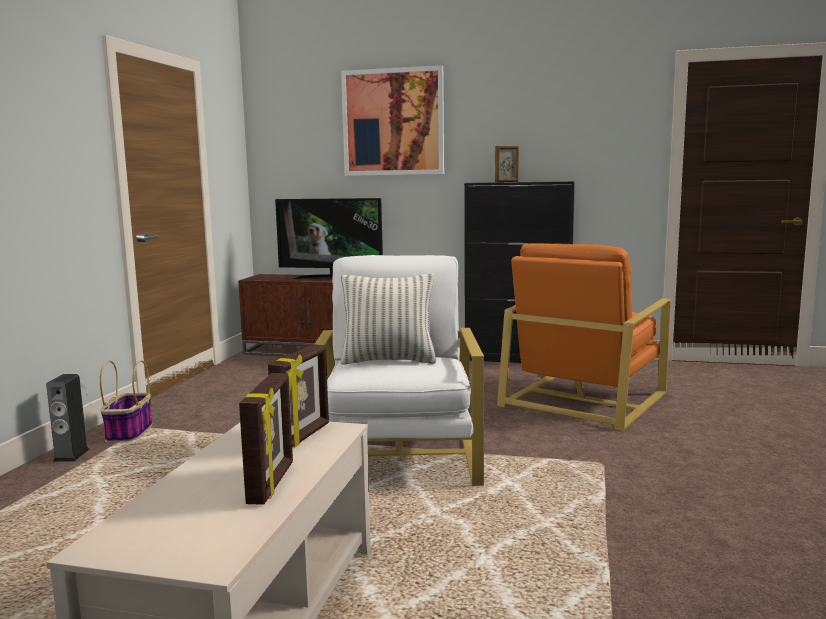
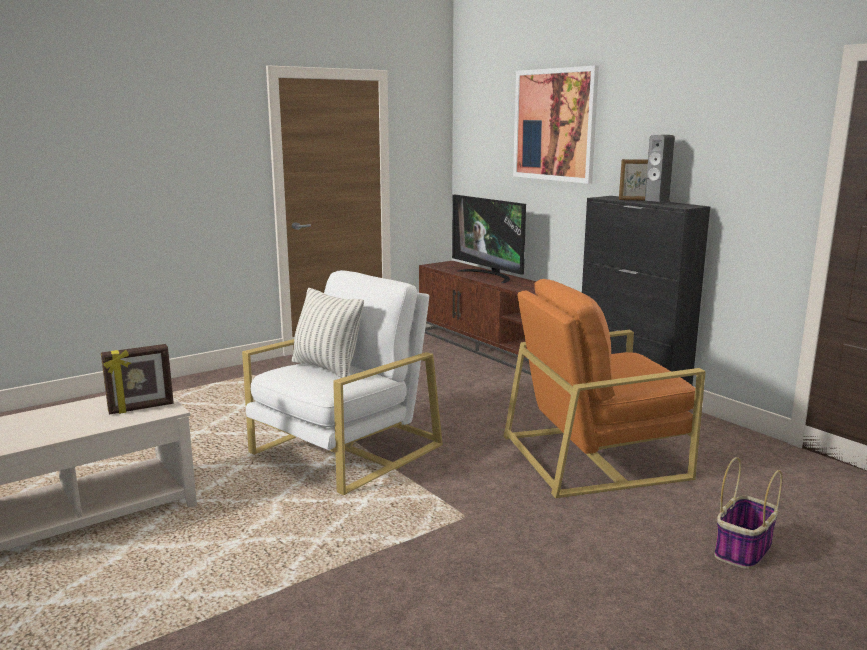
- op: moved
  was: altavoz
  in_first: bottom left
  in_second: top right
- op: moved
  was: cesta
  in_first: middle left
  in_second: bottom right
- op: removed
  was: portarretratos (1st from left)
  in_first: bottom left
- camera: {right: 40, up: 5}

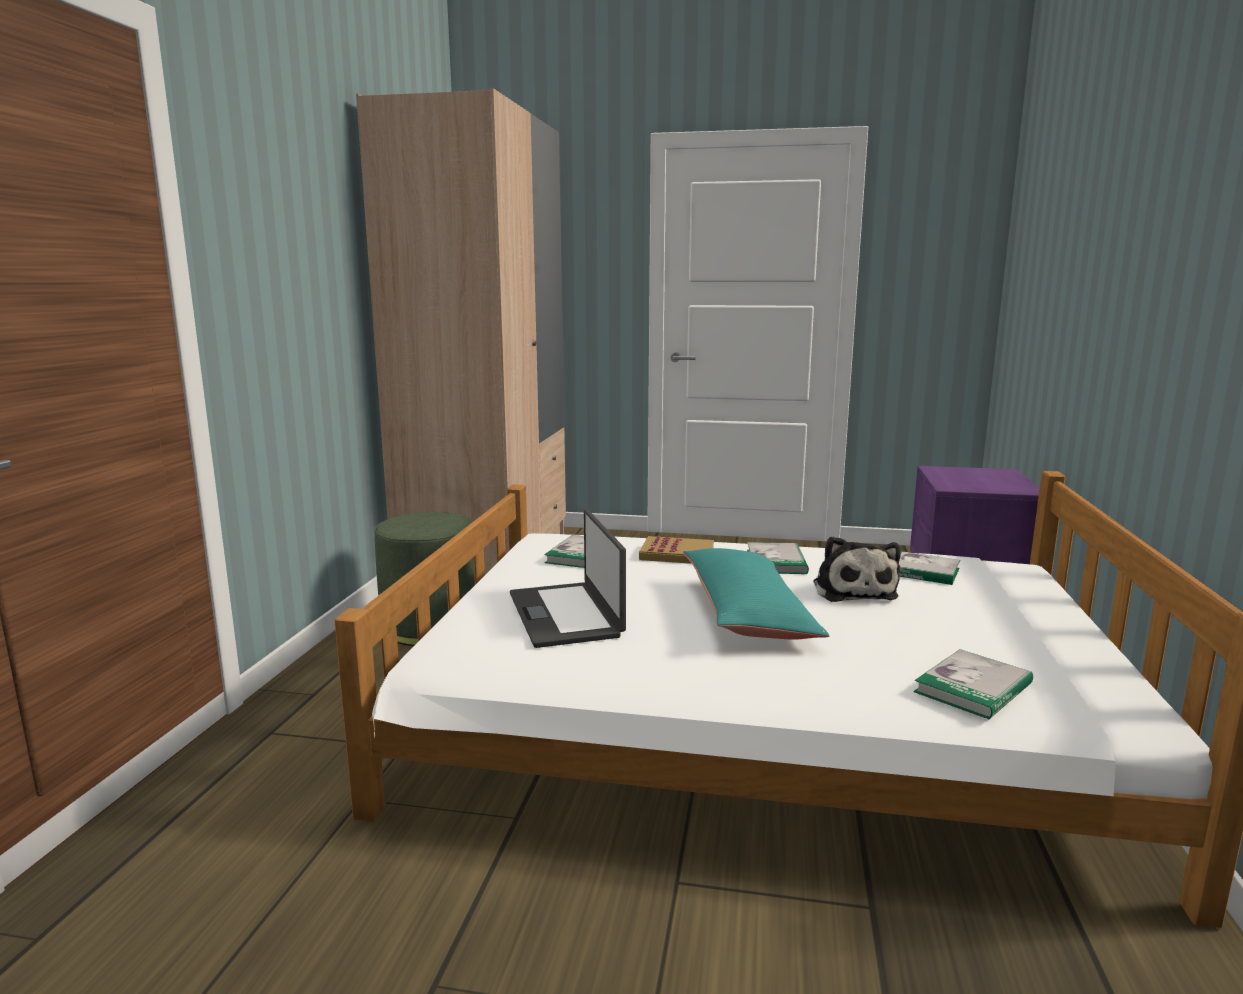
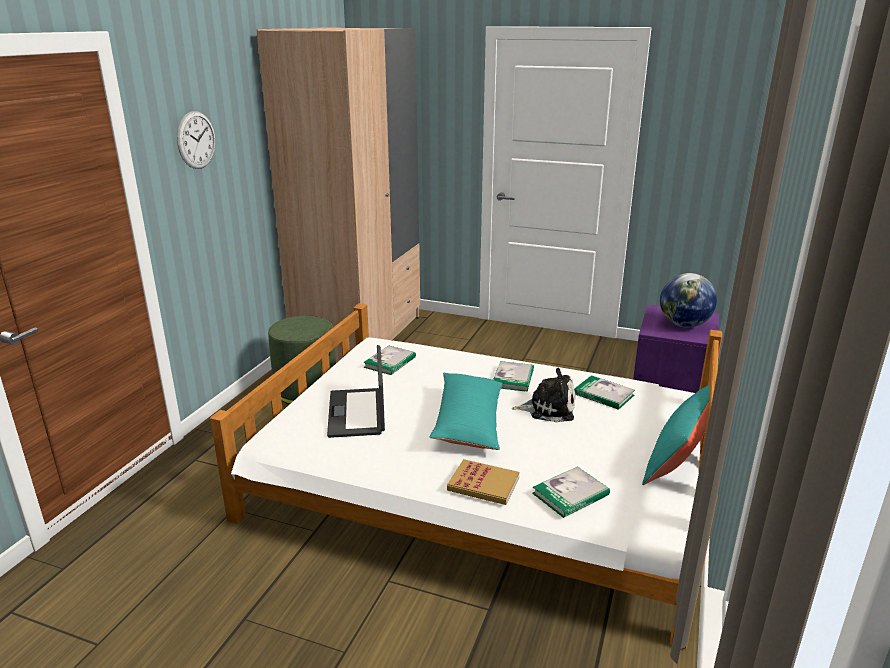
- op: added
  now: reloj de pared
  in_second: top left
- op: moved
  was: libro (2nd from left)
  in_first: centre
  in_second: bottom centre
- op: turned
  was: peluche
  in_first: middle right
  in_second: centre
  clockwise: -90
- op: added
  now: cojín [turquesa] (2nd from left)
  in_second: middle right
- op: added
  now: globo terráqueo
  in_second: middle right
- camera: {right: 10, up: 10}

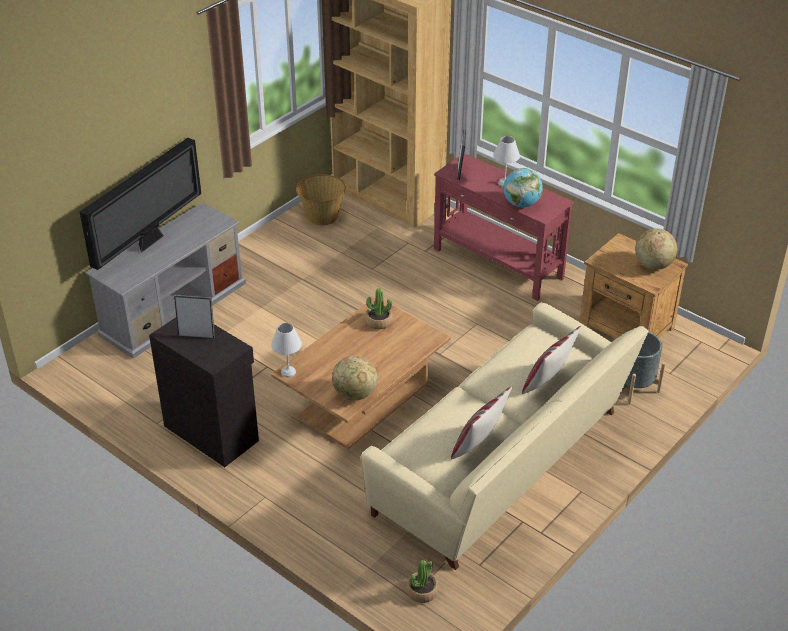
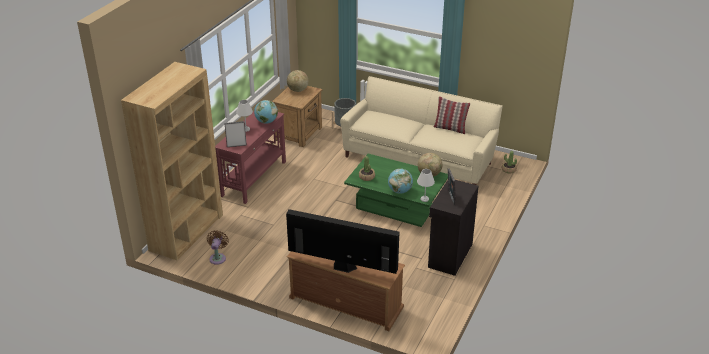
- op: replaced
  was: cesta
  now: ventilador [marrón]
  in_first: top centre
  in_second: bottom left
- op: recoloured
  was: mueble de televisión [gris]
  now: mueble de televisión [marrón]
  in_first: middle left
  in_second: bottom centre
- op: recoloured
  was: mesa de centro [marrón]
  now: mesa de centro [verde]
  in_first: centre
  in_second: centre
- op: added
  now: globo terráqueo (3rd from left)
  in_second: centre
- op: removed
  was: cojín (2nd from left)
  in_first: middle right
- camera: {right: -105, up: -5}

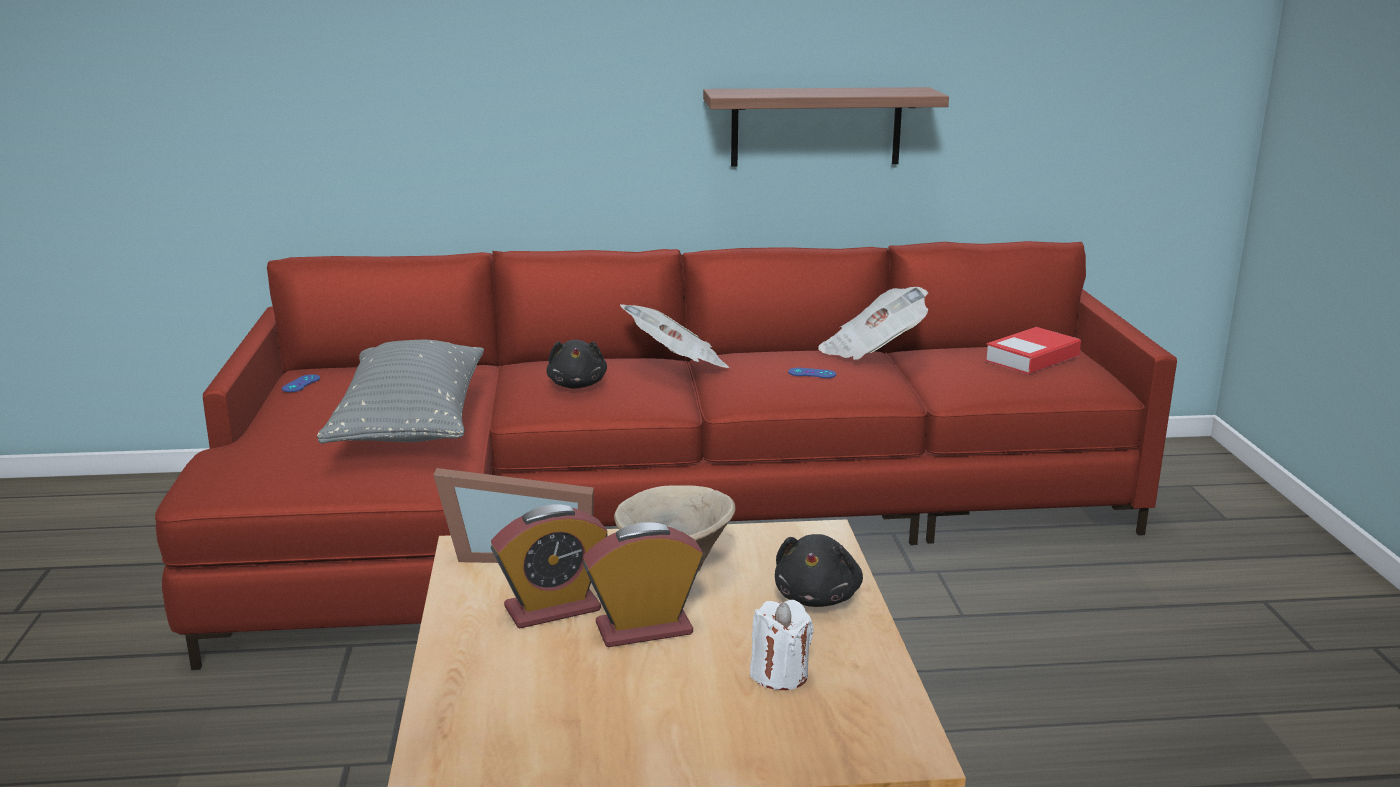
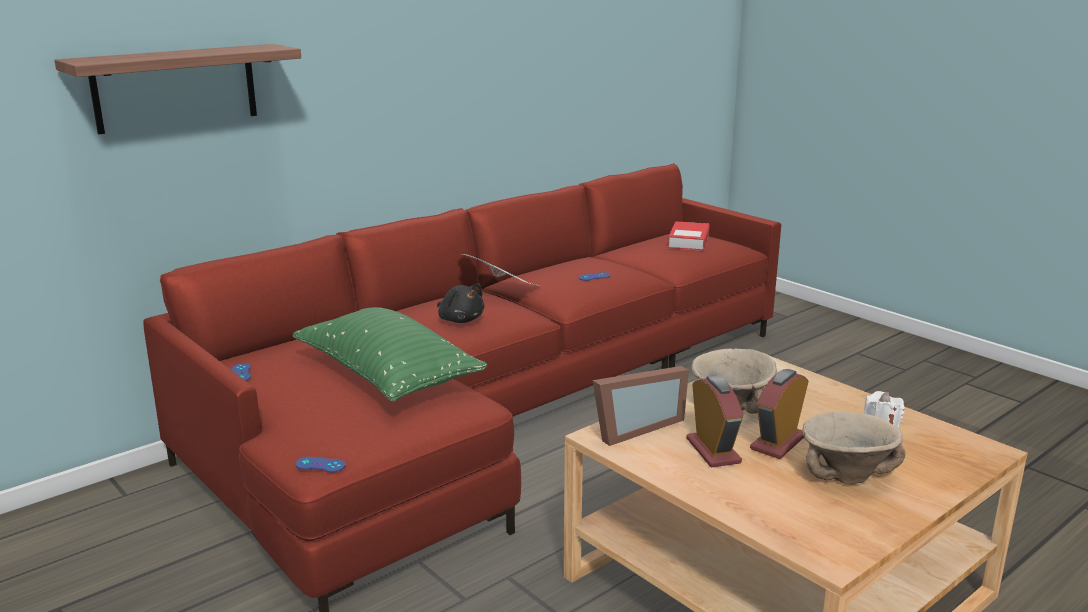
- op: moved
  was: estante
  in_first: top centre
  in_second: top left
- op: recoloured
  was: cojín [gris]
  now: cojín [verde]
  in_first: middle left
  in_second: centre
- op: added
  now: mando de consola [azul] (2nd from left)
  in_second: bottom left
- op: turned
  was: despertador (1st from left)
  in_first: bottom centre
  in_second: bottom centre
  clockwise: -45
- op: added
  now: cuenco [beis] (2nd from left)
  in_second: bottom right
- op: removed
  was: peluche [negro] (2nd from left)
  in_first: bottom centre
- op: removed
  was: periódico (2nd from left)
  in_first: centre
- camera: {right: -35, up: 0}

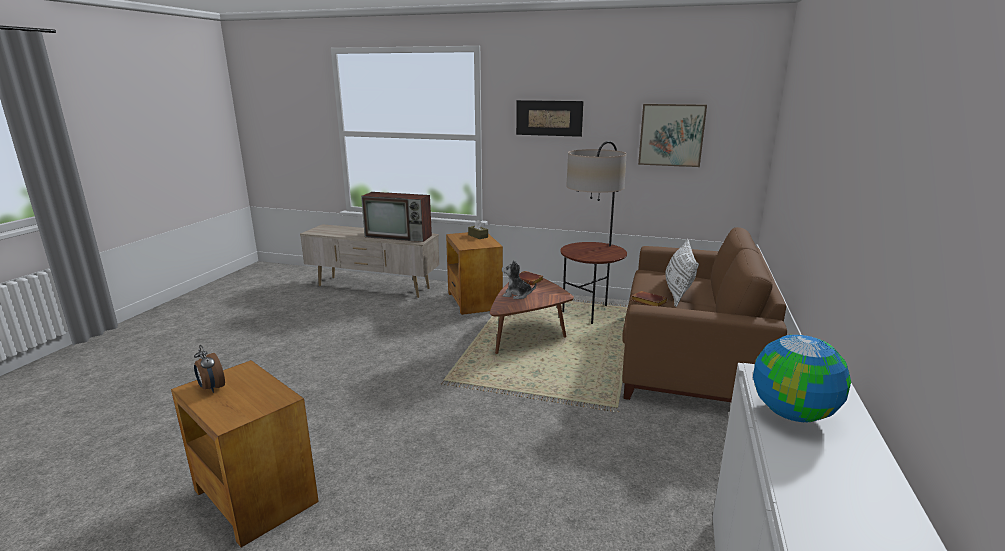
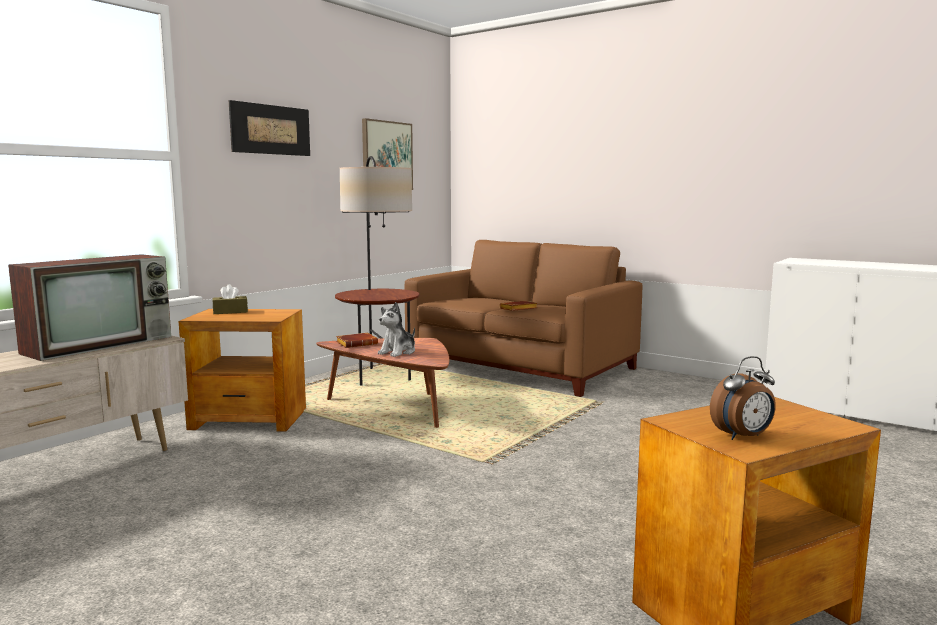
- op: removed
  was: cojín [blanco]
  in_first: middle right
- op: removed
  was: globo terráqueo
  in_first: bottom right
- camera: {right: -70, up: -10}

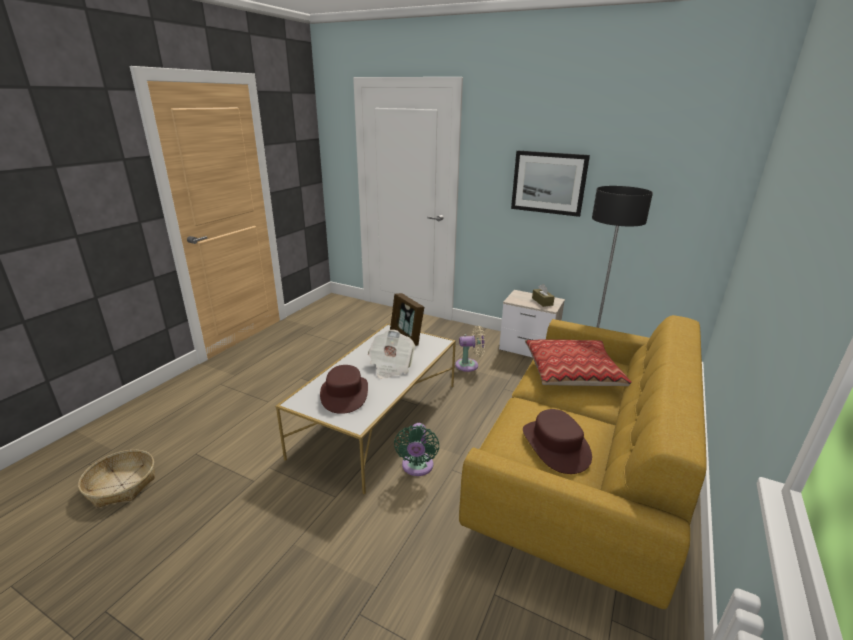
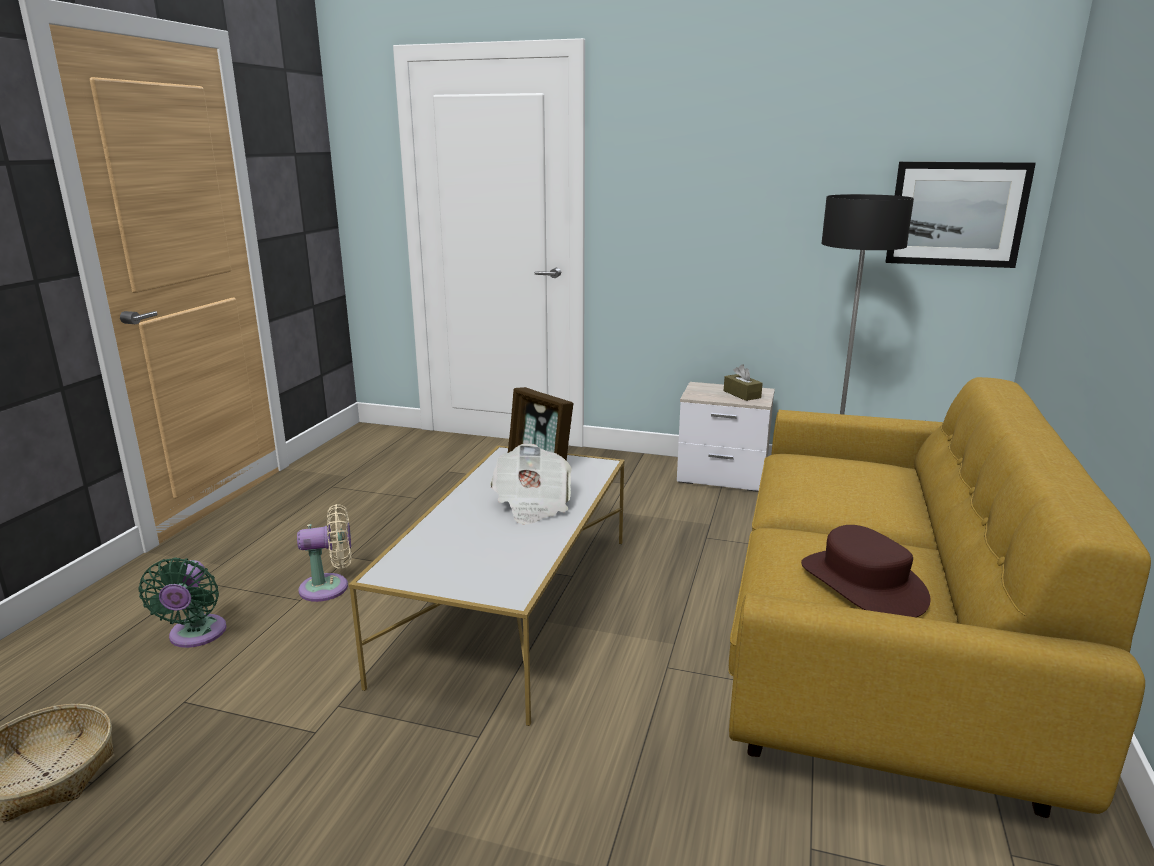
- op: moved
  was: ventilador [verde]
  in_first: bottom centre
  in_second: bottom left
- op: moved
  was: ventilador [beis]
  in_first: centre
  in_second: middle left
- op: moved
  was: cuadro
  in_first: top centre
  in_second: top right
- op: removed
  was: sombrero [marrón] (1st from left)
  in_first: centre
- op: removed
  was: cojín
  in_first: middle right
- camera: {right: -10, up: -5}

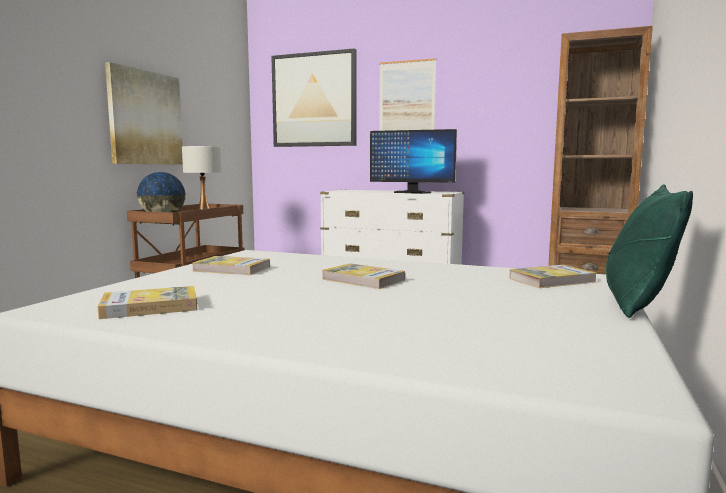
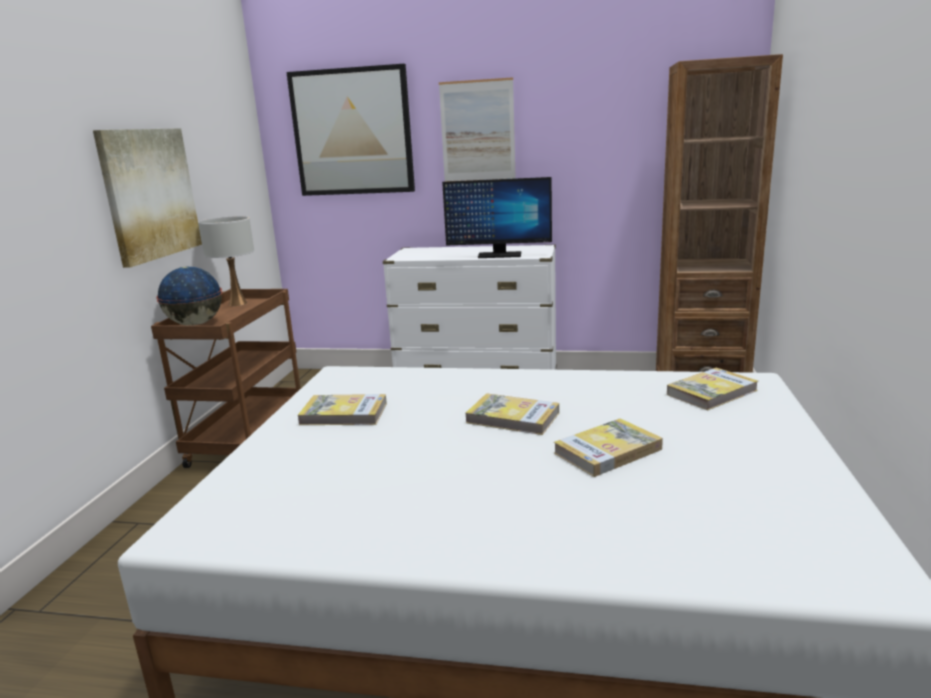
- op: moved
  was: libro (1st from left in the first image)
  now: libro (3rd from left)
  in_first: middle left
  in_second: centre
- op: removed
  was: cojín [verde]
  in_first: middle right
- camera: {right: -10, up: 10}

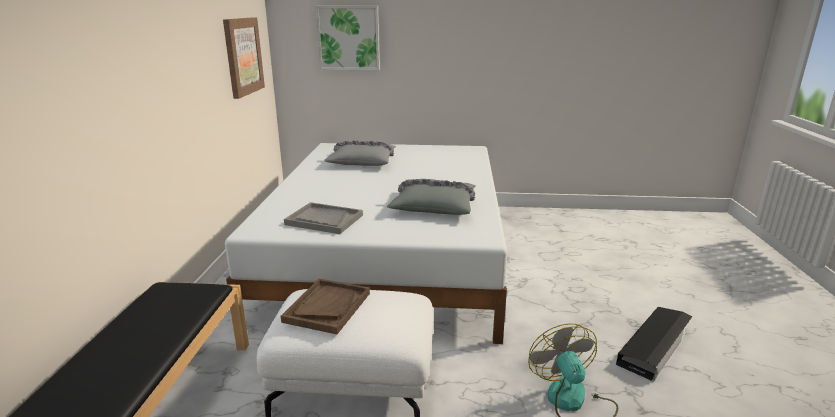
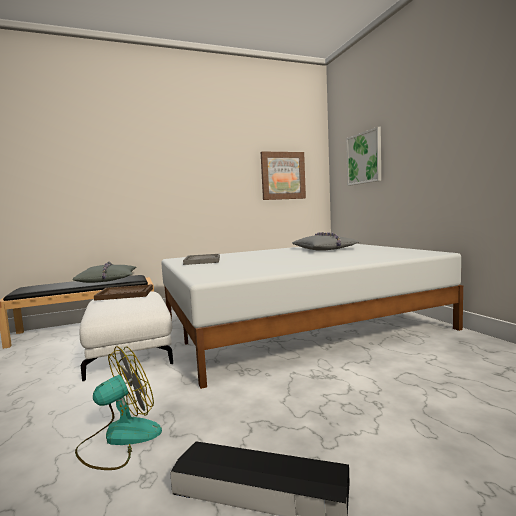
- op: moved
  was: cojín [gris] (2nd from left in the first image)
  now: cojín [gris] (1st from left)
  in_first: centre
  in_second: middle left
- camera: {right: 65, up: -15}

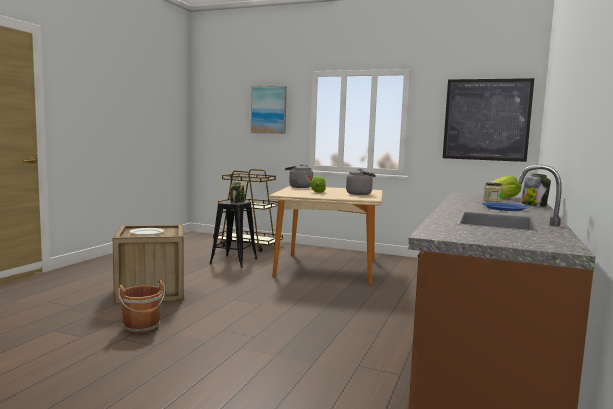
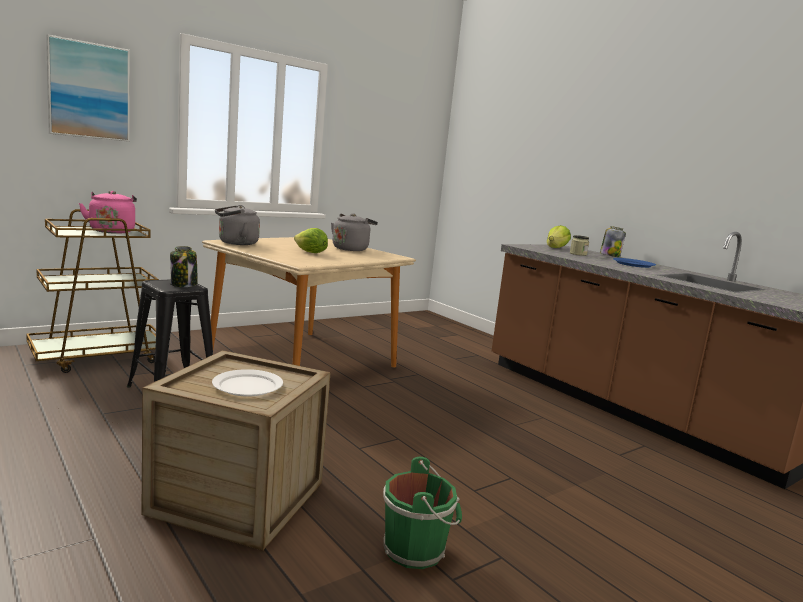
- op: added
  now: hervidor [rosa]
  in_second: middle left
- op: recoloured
  was: cubo [marrón]
  now: cubo [verde]
  in_first: bottom left
  in_second: bottom centre
- op: removed
  was: cuadro (2nd from left)
  in_first: top right
- camera: {right: -60, up: 5}

